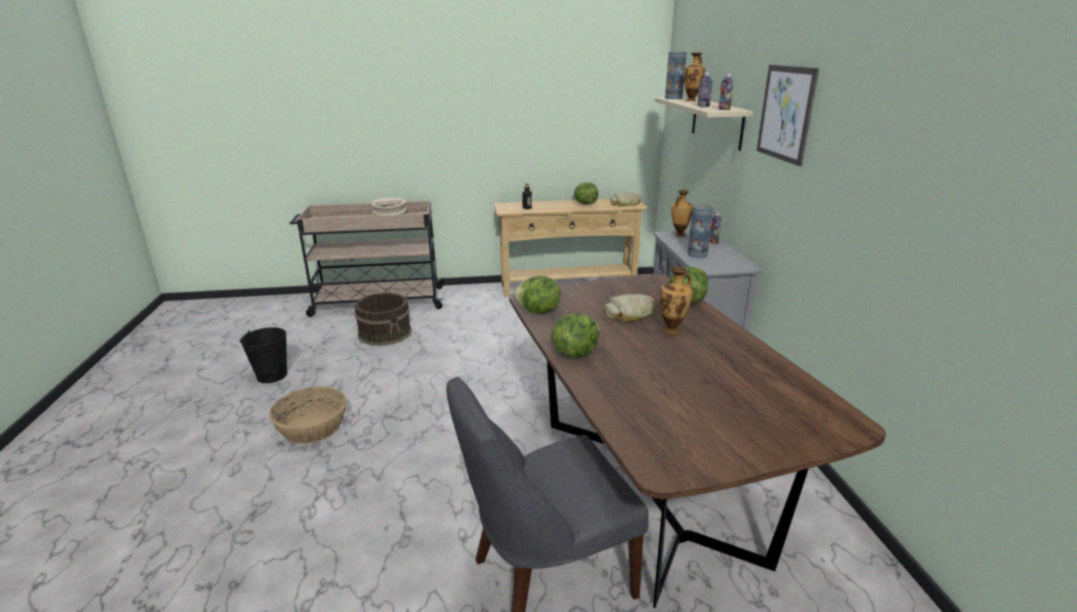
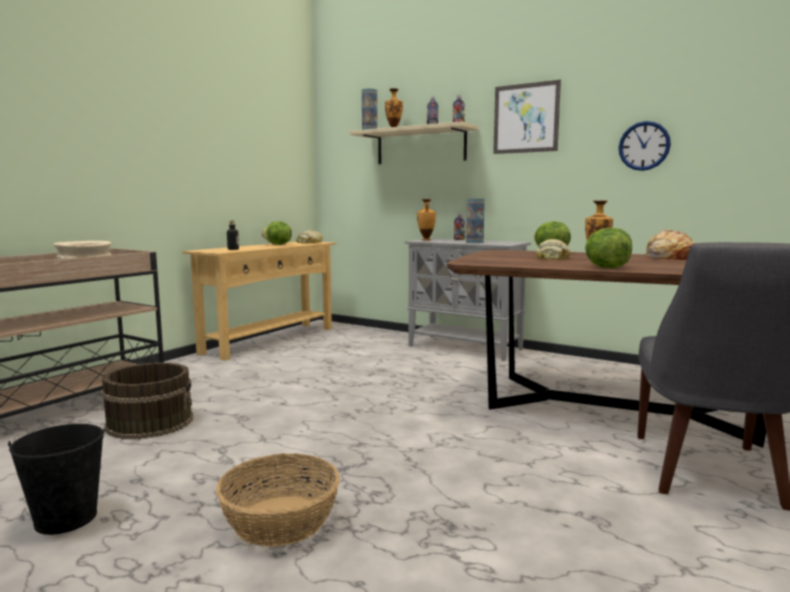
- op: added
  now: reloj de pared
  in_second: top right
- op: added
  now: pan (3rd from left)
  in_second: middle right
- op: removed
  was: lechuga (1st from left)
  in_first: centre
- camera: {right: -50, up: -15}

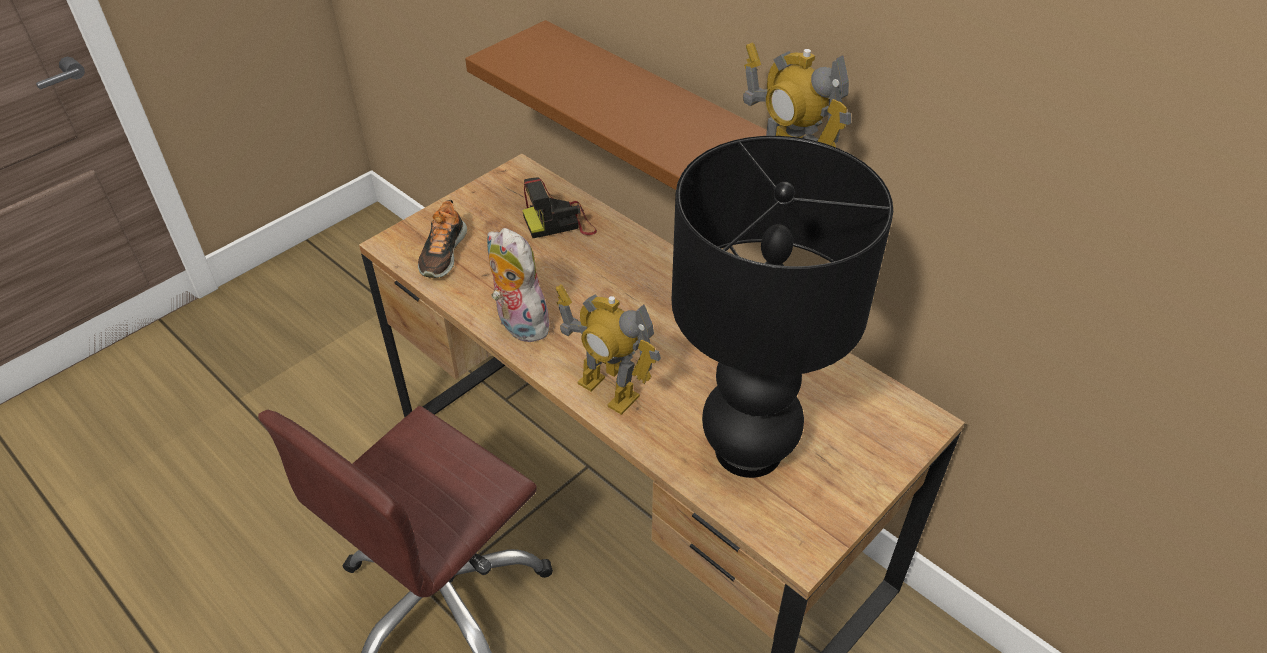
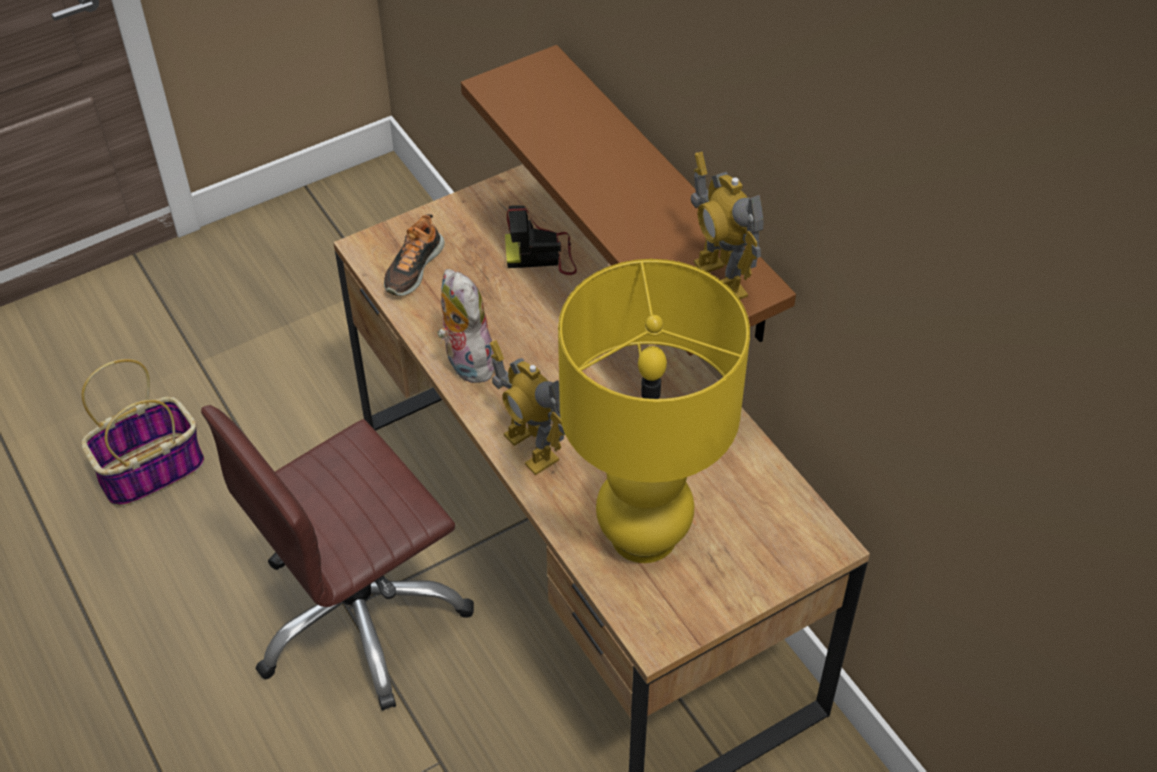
- op: added
  now: cesta
  in_second: middle left
- op: recoloured
  was: lámpara de mesa [negro]
  now: lámpara de mesa [amarillo]
  in_first: centre
  in_second: centre
- camera: {right: 15, up: 5}

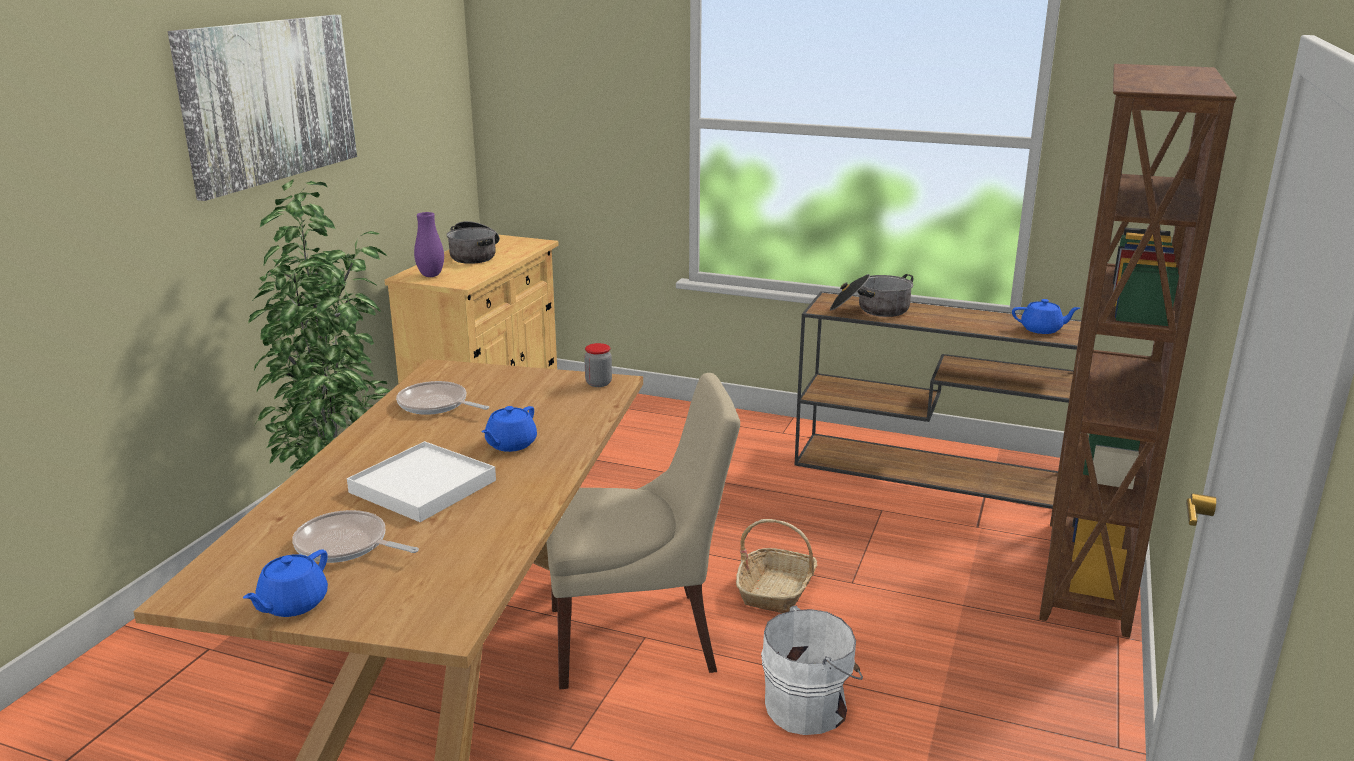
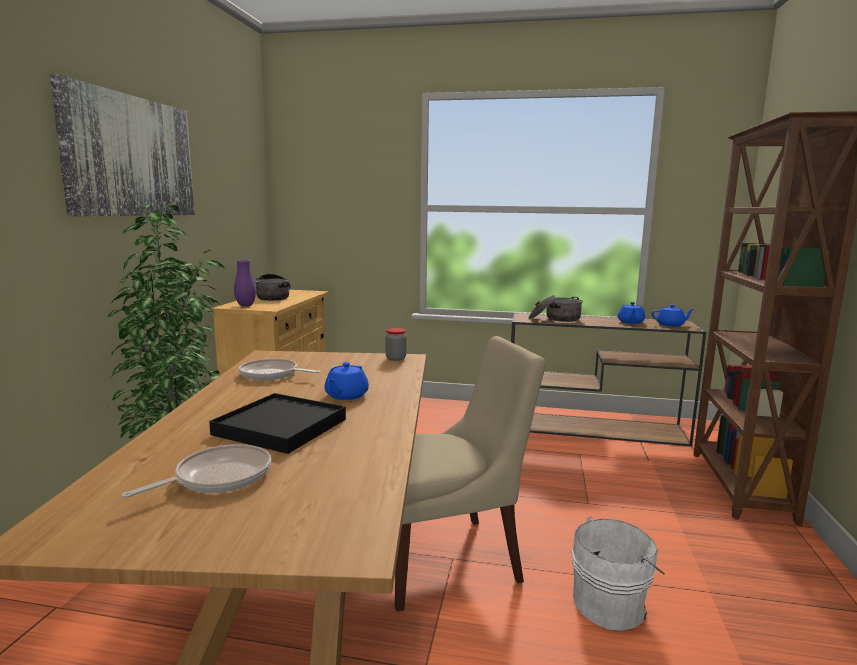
- op: turned
  was: sartén (1st from left)
  in_first: bottom left
  in_second: bottom left
  clockwise: 120
- op: recoloured
  was: bandeja [blanco]
  now: bandeja [negro]
  in_first: middle left
  in_second: middle left
- op: moved
  was: tetera [azul] (1st from left in the first image)
  now: tetera [azul] (2nd from left)
  in_first: bottom left
  in_second: middle right
- op: removed
  was: cesta
  in_first: bottom centre
- camera: {right: -10, up: -10}

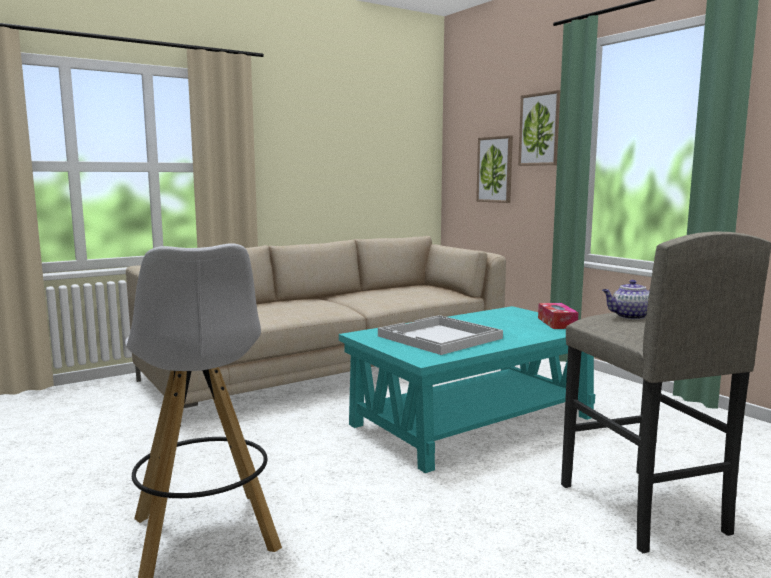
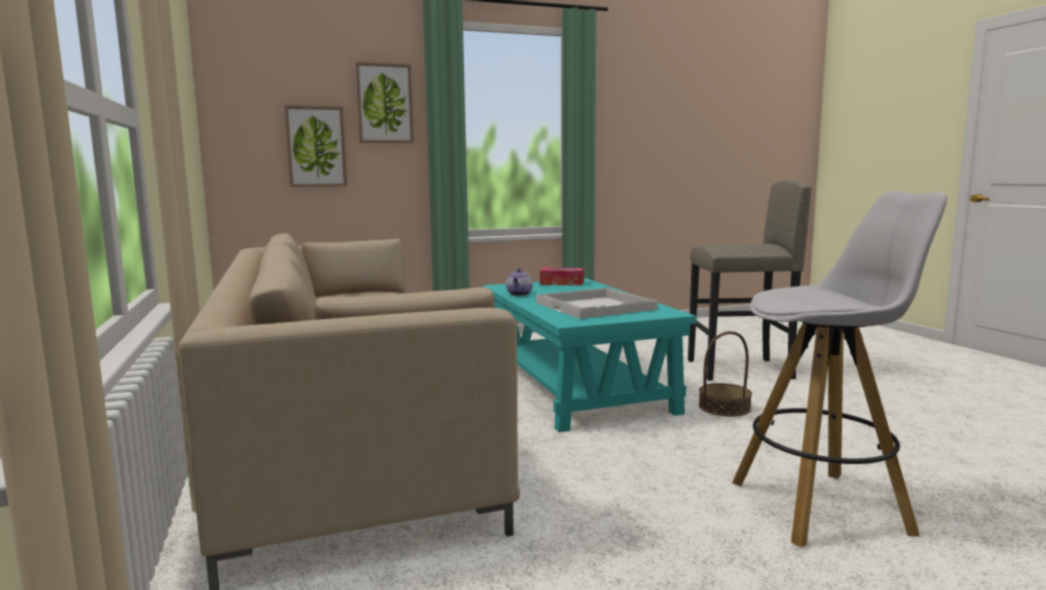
- op: moved
  was: tetera
  in_first: middle right
  in_second: centre
- op: added
  now: cesta
  in_second: middle right
- camera: {right: -75, up: 0}

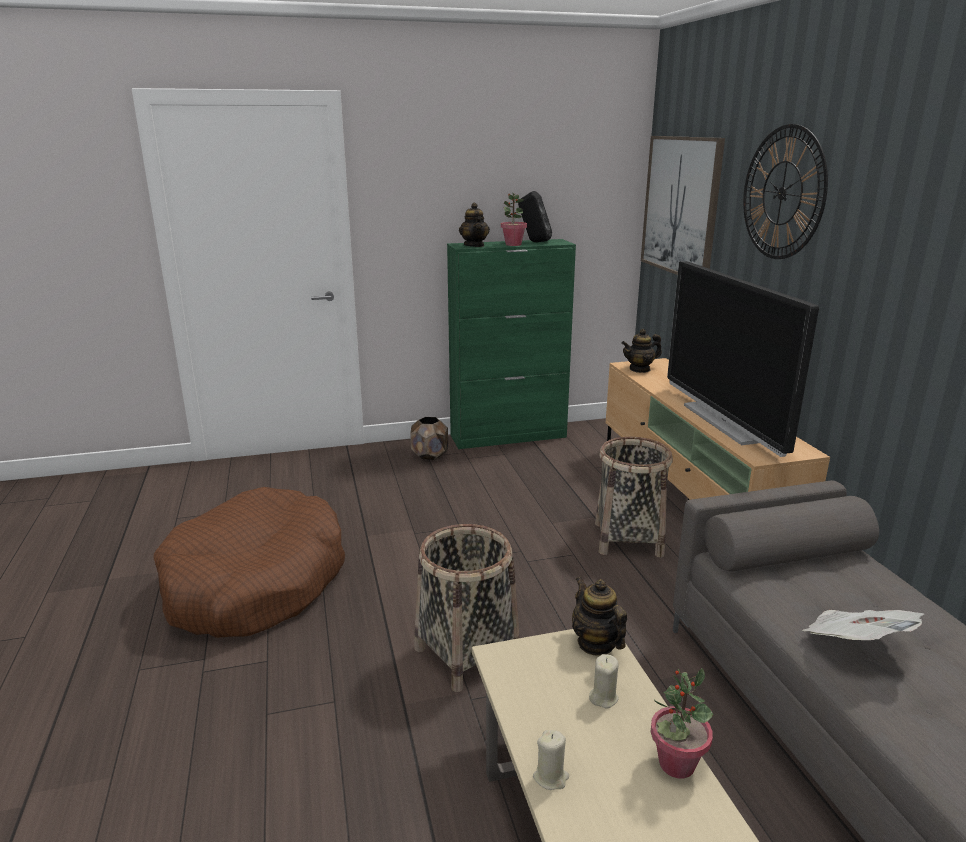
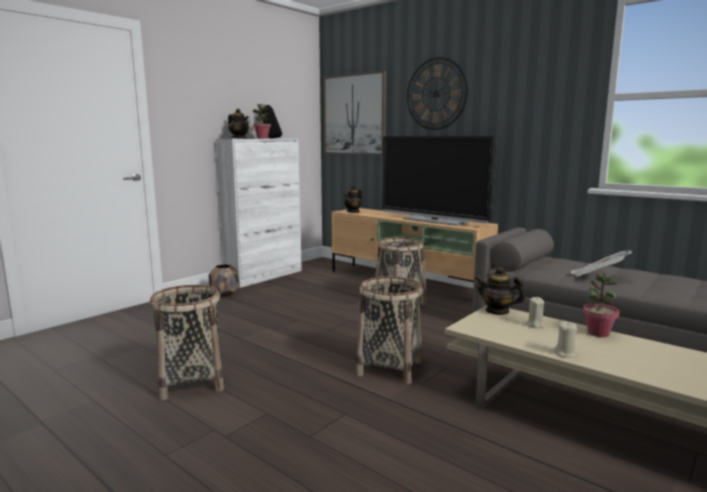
- op: replaced
  was: cama para perro [marrón]
  now: cesta (1st from left)
  in_first: bottom left
  in_second: bottom left
- op: recoloured
  was: armario [verde]
  now: armario [blanco]
  in_first: centre
  in_second: centre
- camera: {right: -35, up: -10}

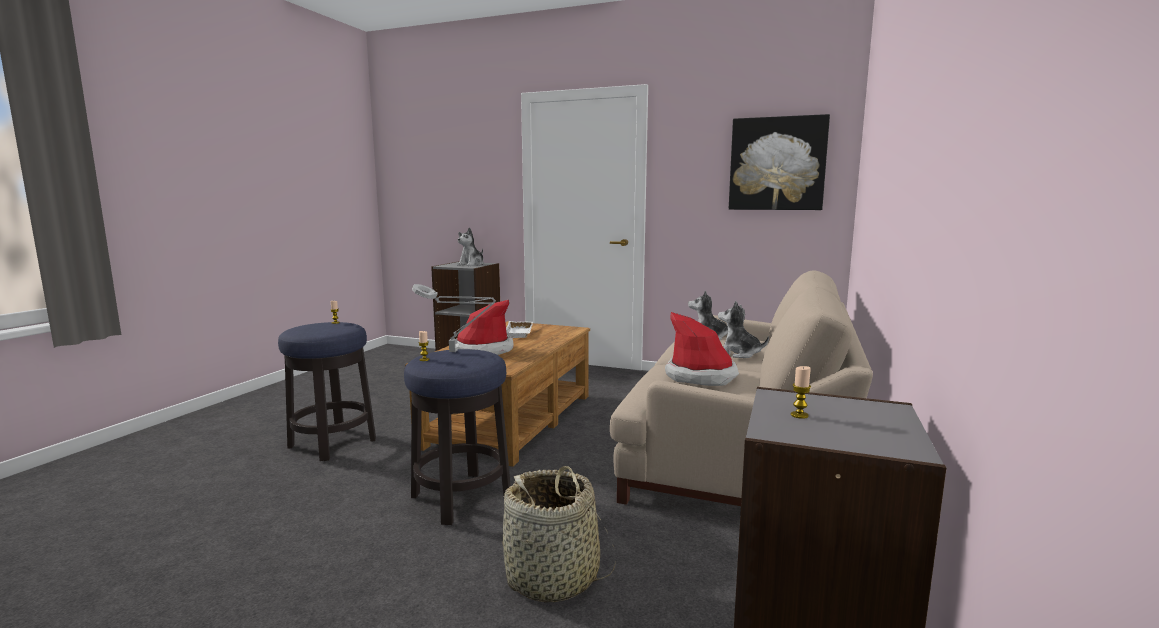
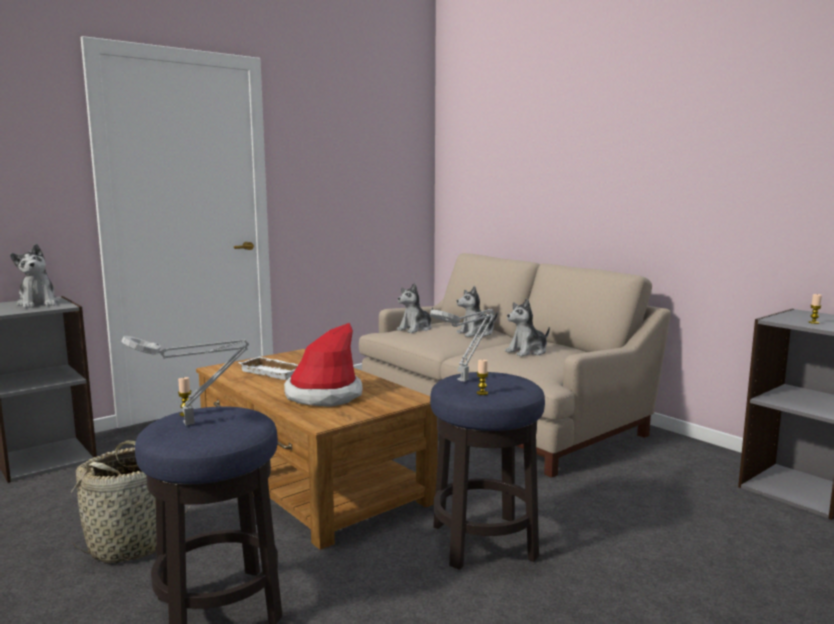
- op: moved
  was: cesta
  in_first: bottom centre
  in_second: bottom left
- op: added
  now: lámpara de mesa [gris] (1st from left)
  in_second: middle left
- op: replaced
  was: sombrero (2nd from left)
  now: peluche (4th from left)
  in_first: centre
  in_second: centre
- op: removed
  was: cuadro
  in_first: top right
- camera: {right: -60, up: 0}

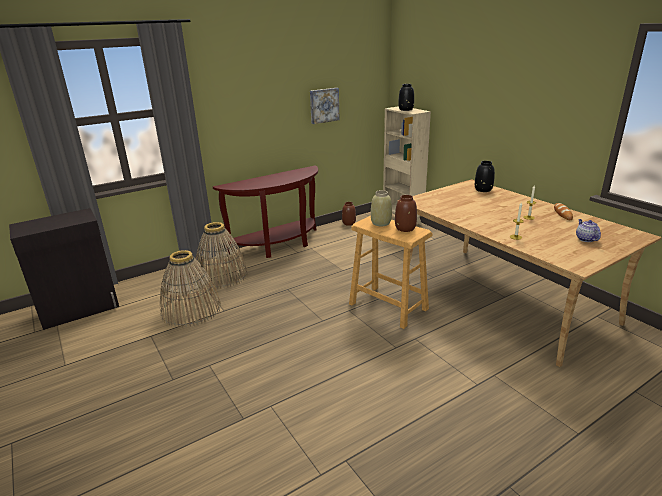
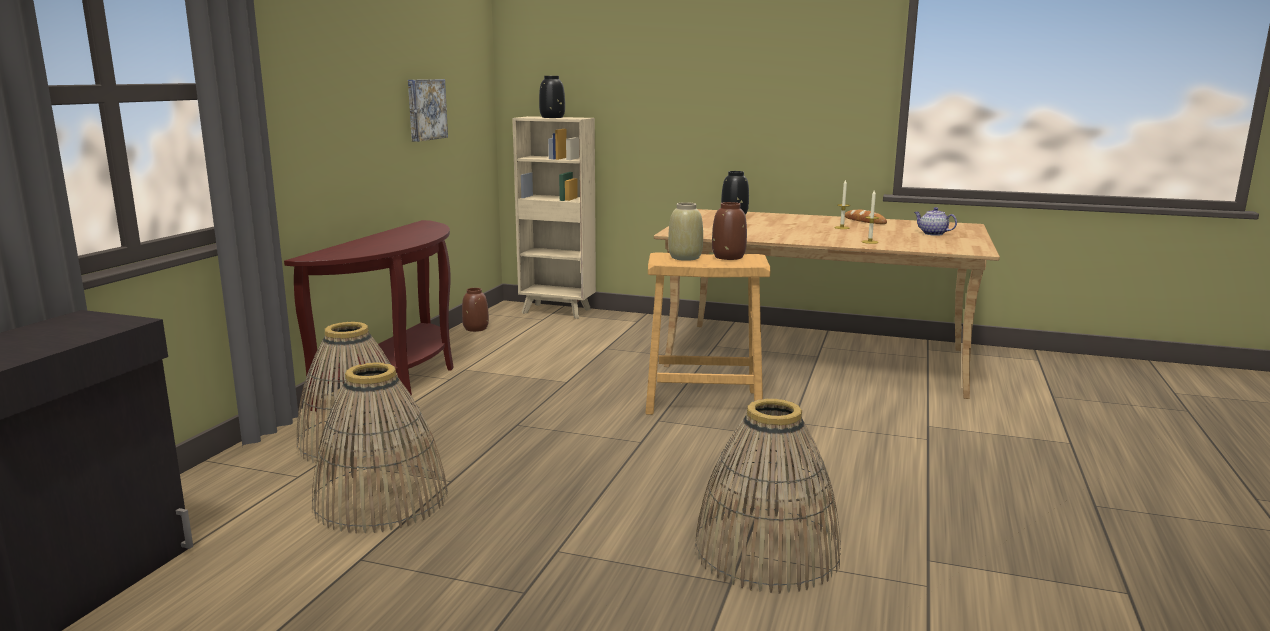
- op: added
  now: cesta (3rd from left)
  in_second: bottom centre
- camera: {right: -40, up: -10}

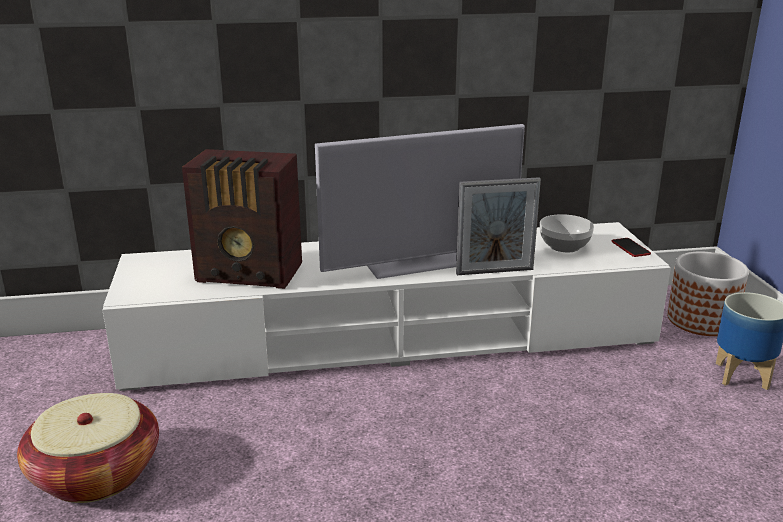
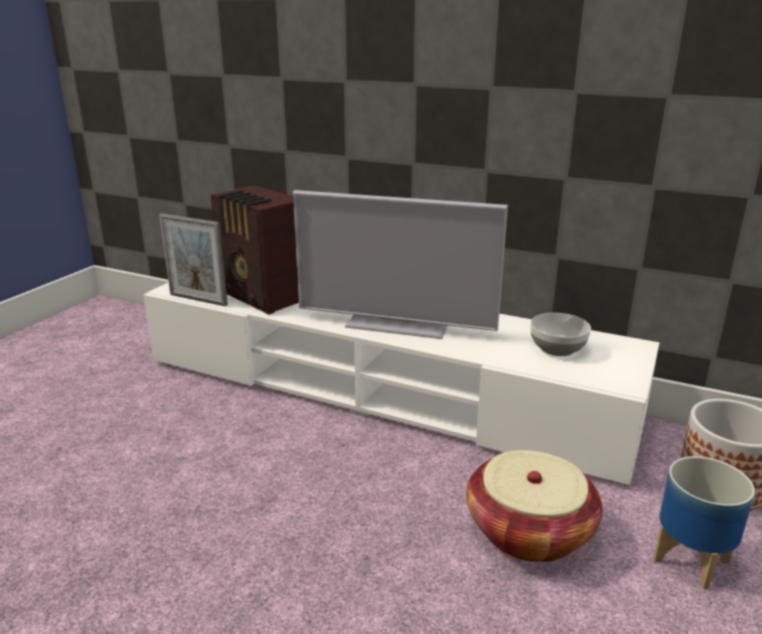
- op: moved
  was: portarretratos
  in_first: centre
  in_second: middle left
- op: moved
  was: cesta
  in_first: bottom left
  in_second: bottom right
- op: removed
  was: móvil
  in_first: middle right
- camera: {right: 35, up: 0}

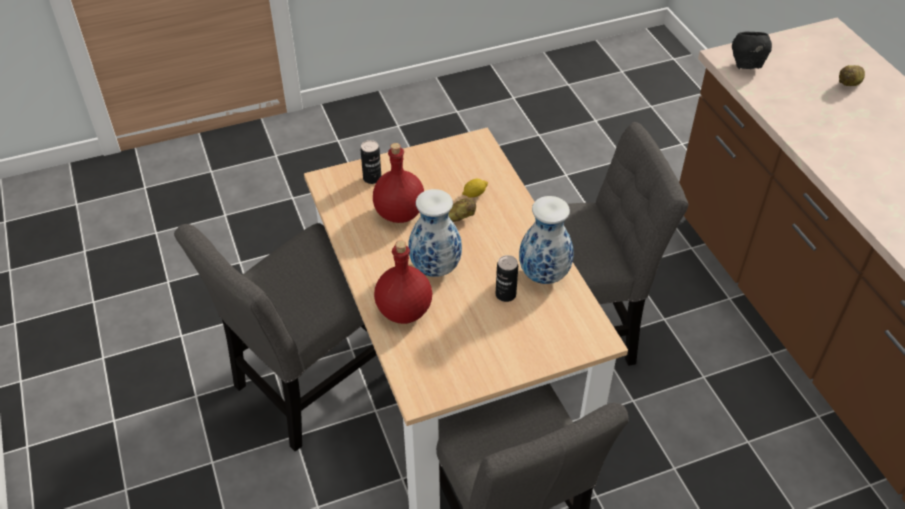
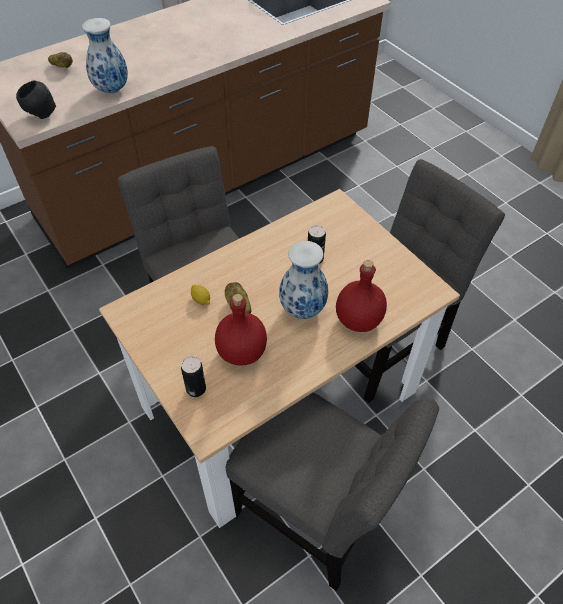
- op: moved
  was: florero (2nd from left in the first image)
  now: florero (1st from left)
  in_first: centre
  in_second: top left
- camera: {right: -105, up: 5}

